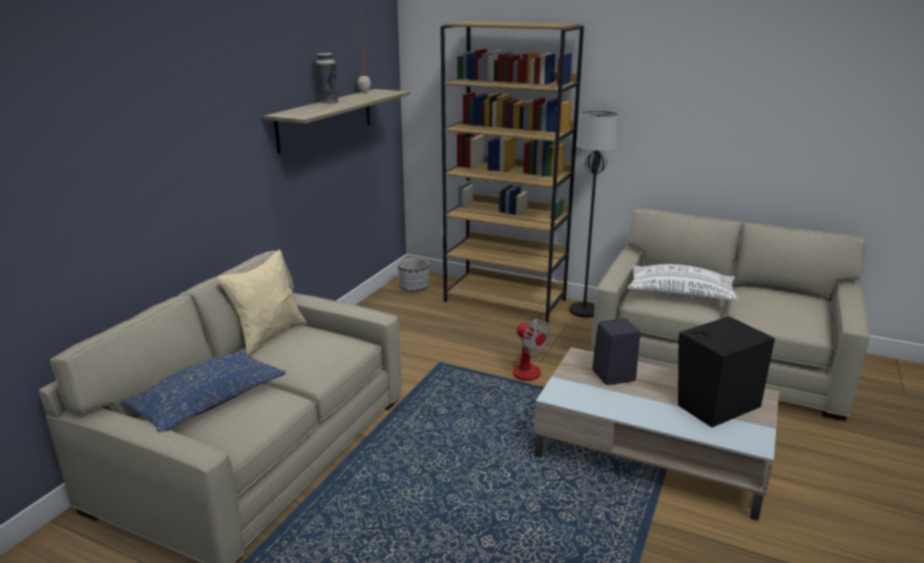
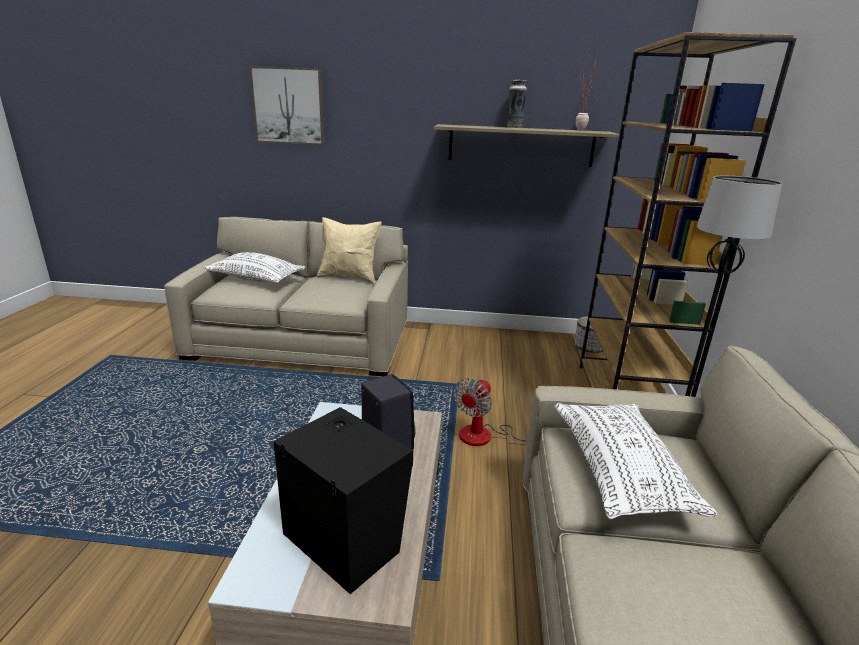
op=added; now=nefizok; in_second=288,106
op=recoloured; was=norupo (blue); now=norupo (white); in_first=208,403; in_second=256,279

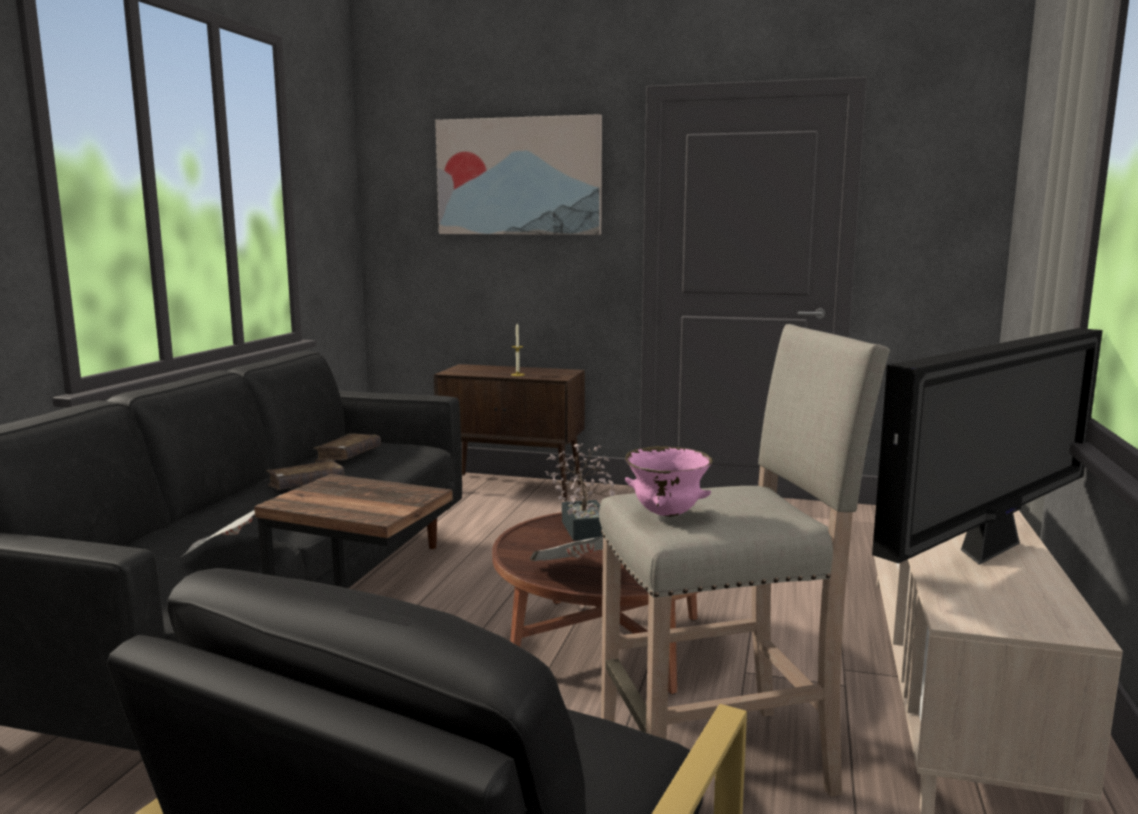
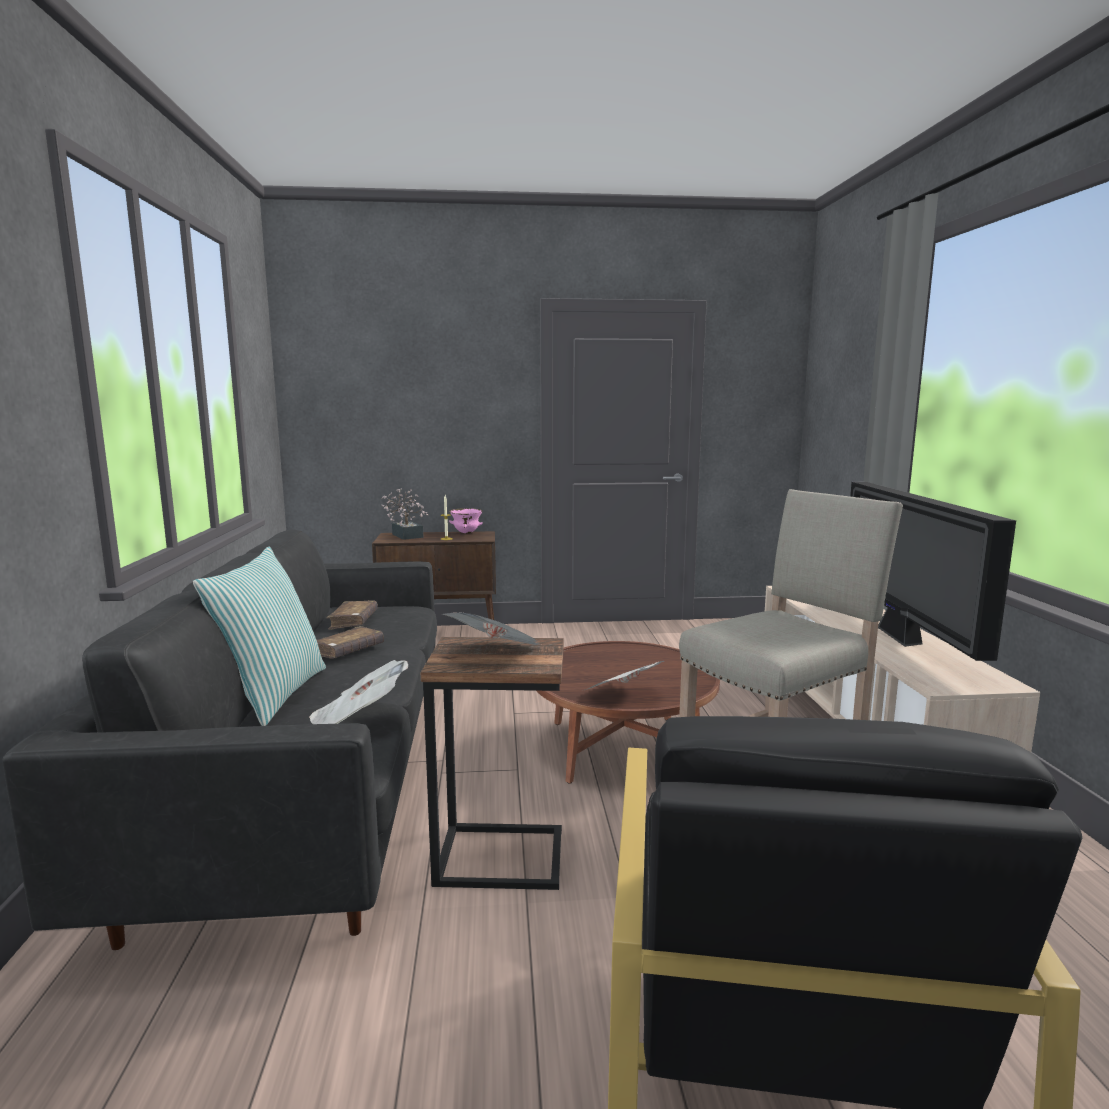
op=removed; was=nefizok; in_first=519,176
op=added; now=norupo; in_second=272,695
op=added; now=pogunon; in_second=497,656
op=moved; was=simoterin; in_first=584,526; in_second=406,535
op=moved; was=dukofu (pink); in_first=666,514; in_second=466,533
op=turned; was=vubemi; in_first=990,548; in_second=900,638; clockwise=150

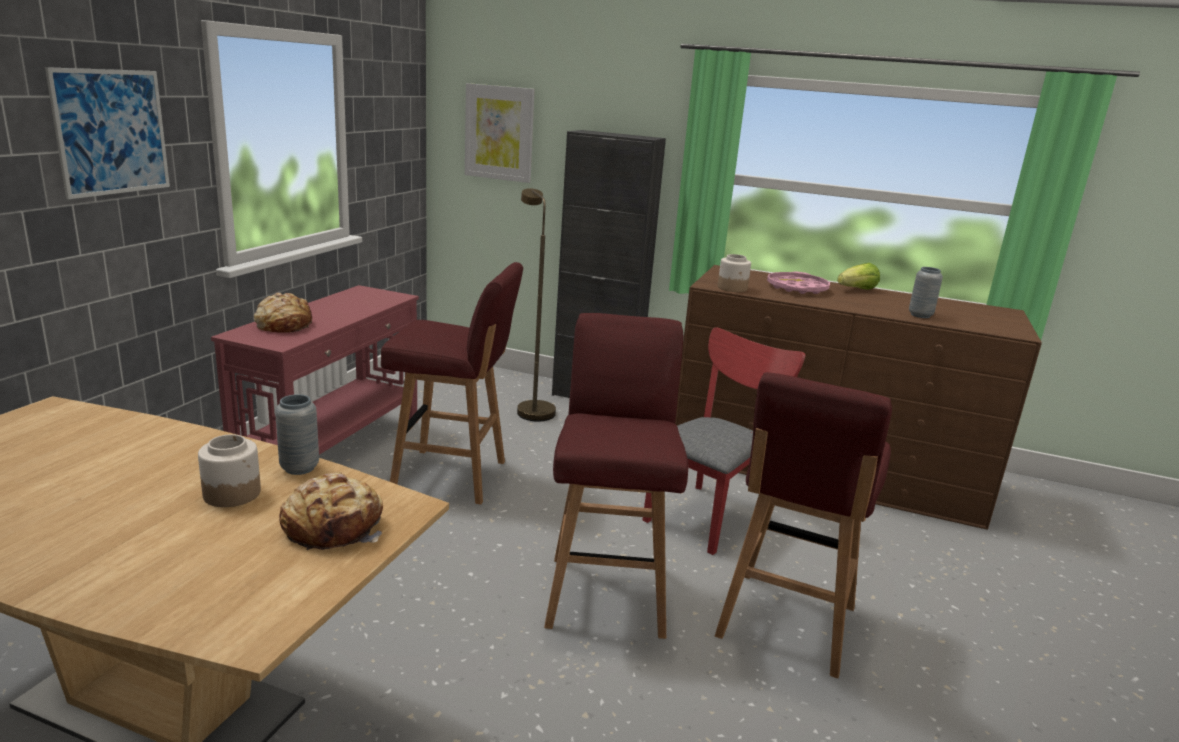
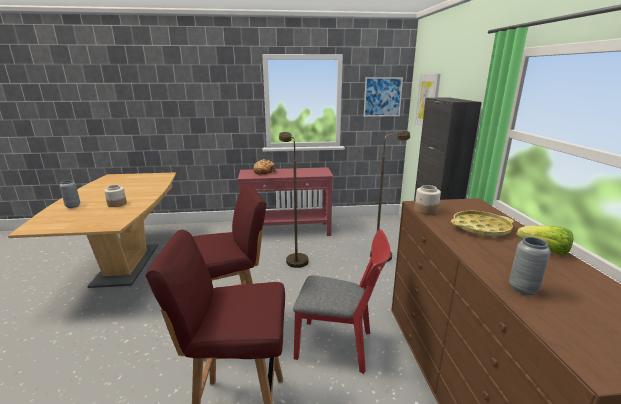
op=removed; was=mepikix; in_first=334,526
op=moved; was=nefizok; in_first=111,132; in_second=382,97
op=moved; was=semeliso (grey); in_first=299,468; in_second=73,206
op=replaced; was=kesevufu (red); now=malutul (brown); in_first=452,476; in_second=294,258
op=recoloured; was=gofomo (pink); now=gofomo (yellow); in_first=797,288; in_second=480,228

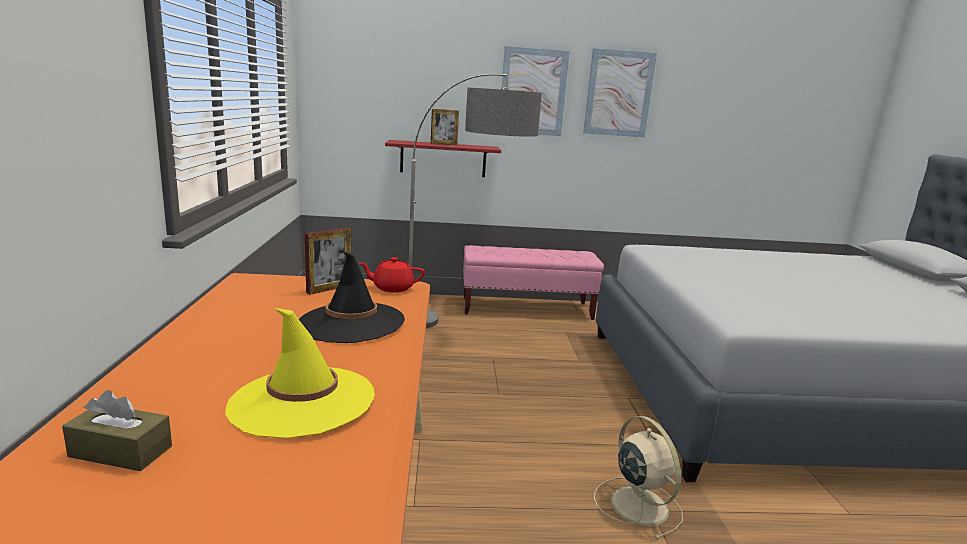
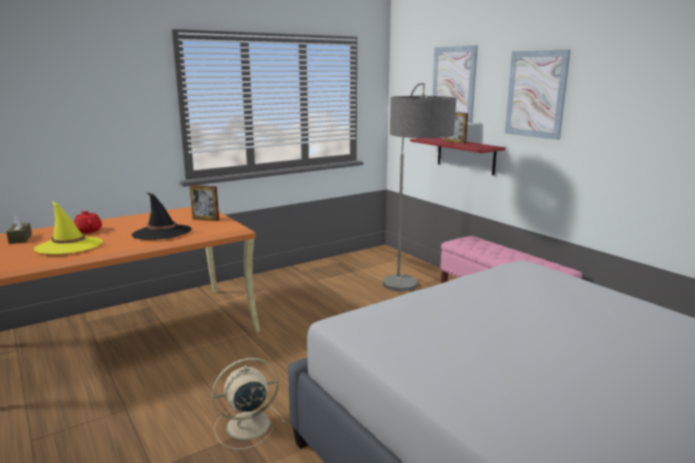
op=moved; was=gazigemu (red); in_first=392,288; in_second=88,230
op=moved; was=nefizok; in_first=618,93; in_second=453,84
op=turned; was=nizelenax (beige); in_first=637,504; in_second=246,426; clockwise=-150

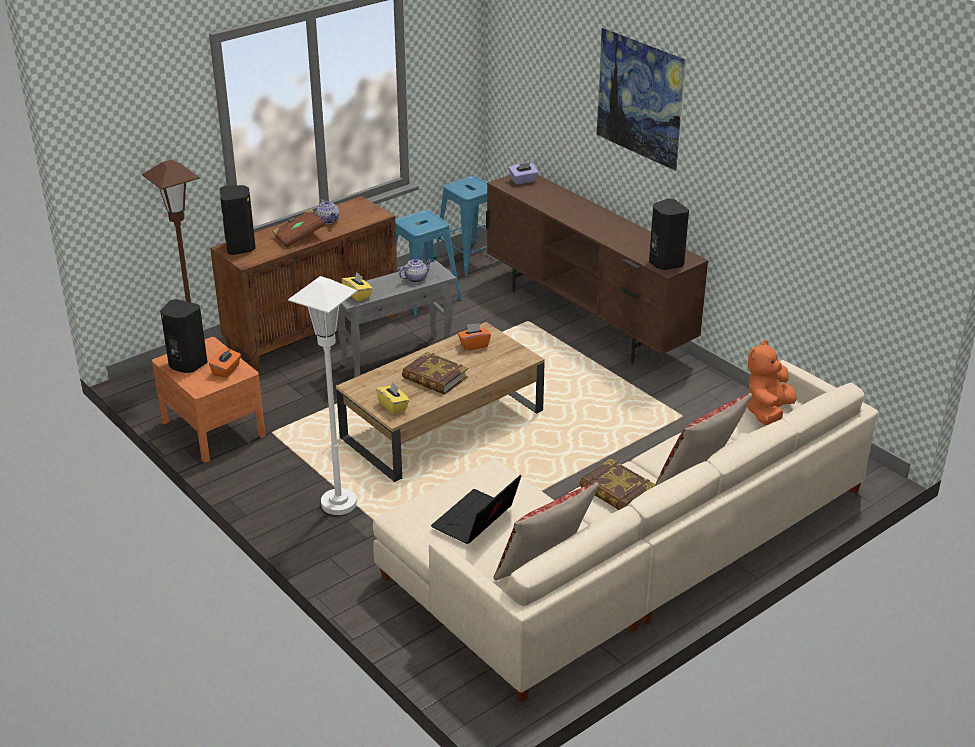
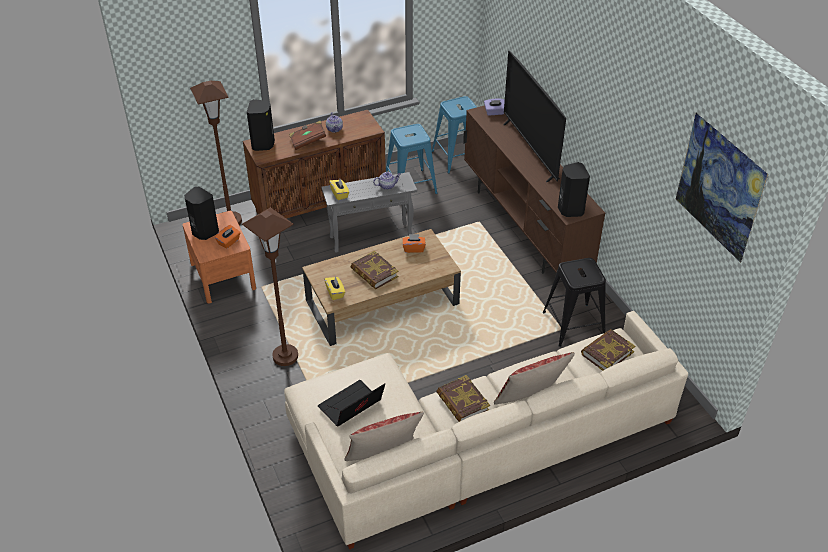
op=added; now=vubemi; in_second=530,151
op=added; now=kesevufu (black); in_second=573,325
op=moved; was=nefizok; in_first=637,126; in_second=712,209
op=replaced; was=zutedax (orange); now=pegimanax; in_first=767,412; in_second=607,353
op=recoloured; was=malutul (white); now=malutul (brown); in_first=338,503; in_second=285,356

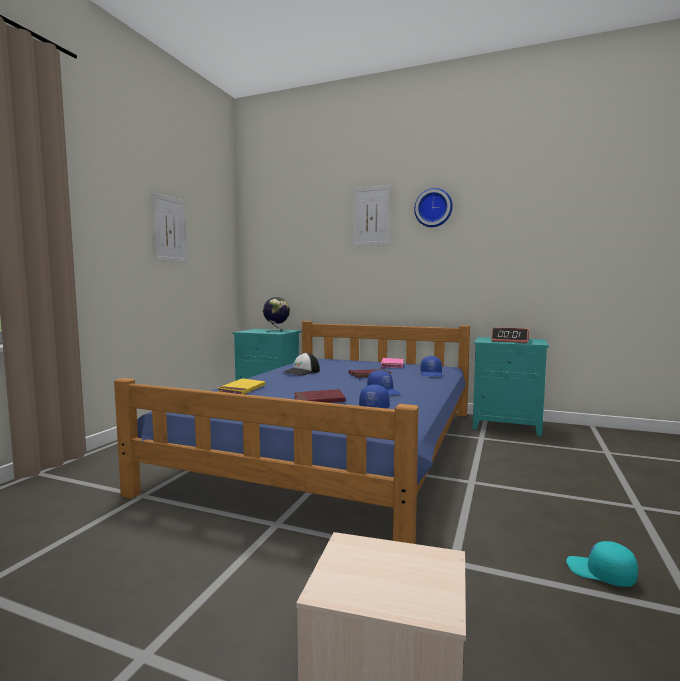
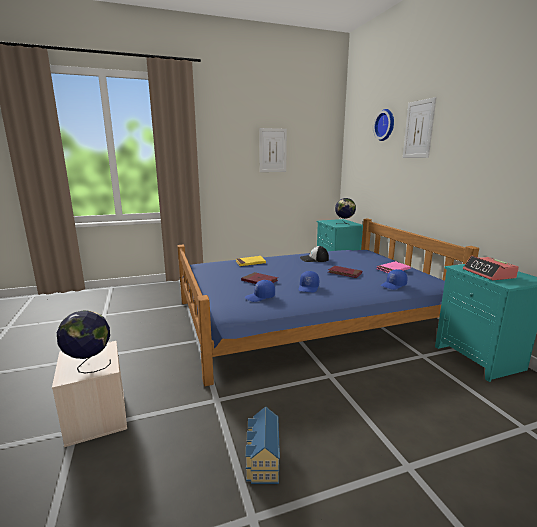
op=added; now=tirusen; in_second=89,366
op=moved; was=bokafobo; in_first=433,208; in_second=386,125
op=replaced; was=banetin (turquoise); now=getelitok; in_first=600,573; in_second=261,460

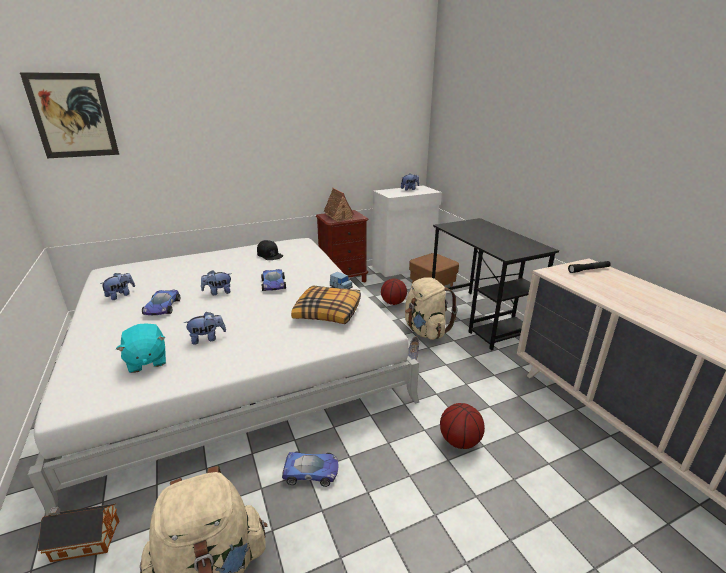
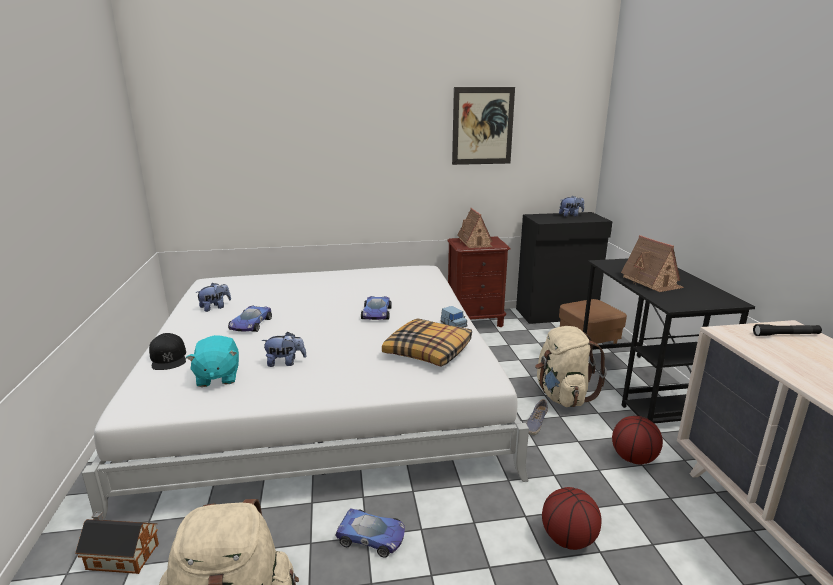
op=removed; was=zutedax; in_first=218,292
op=added; now=getelitok; in_second=651,282
op=moved; was=nefizok; in_first=73,116; in_second=482,126
op=moved; was=banetin (black); in_first=269,254; in_second=168,357
op=moved; was=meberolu; in_first=393,303; in_second=634,458
op=recoloured; was=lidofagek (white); now=lidofagek (black); in_first=404,267; in_second=557,314

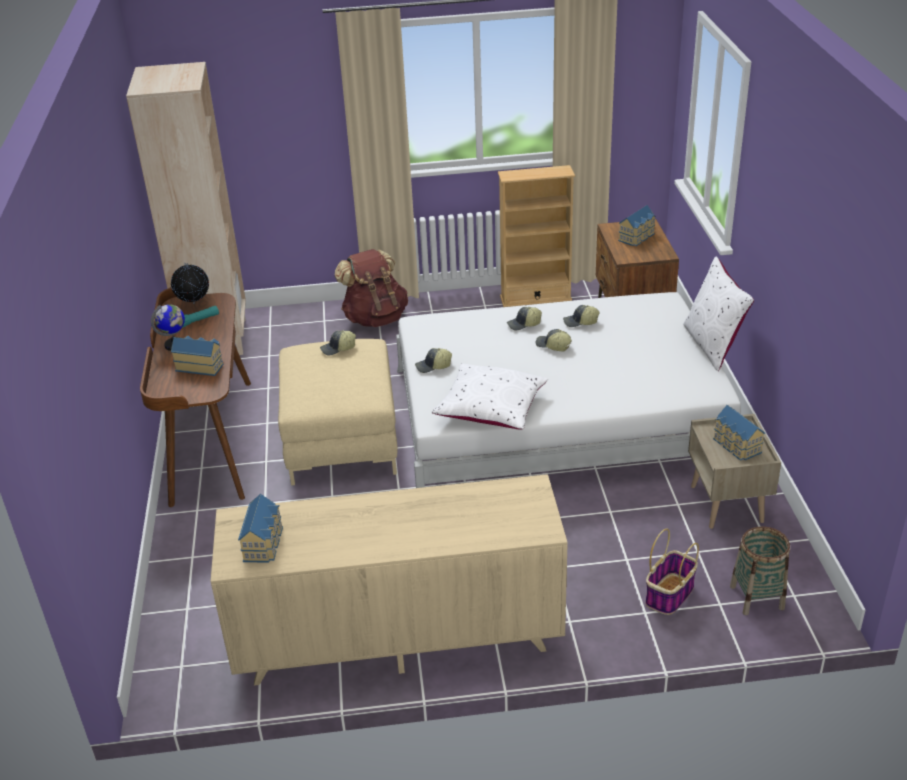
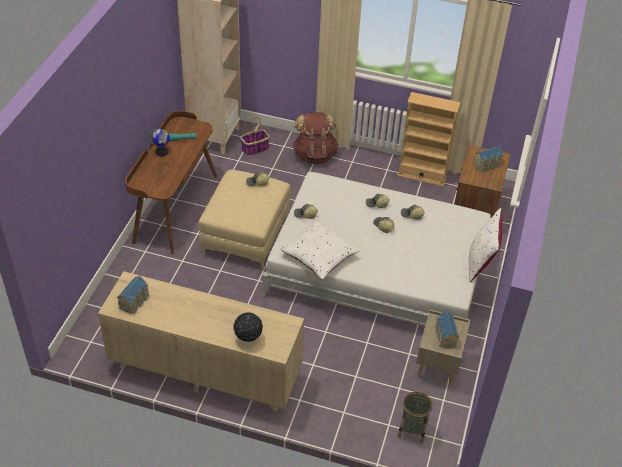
op=removed; was=getelitok; in_first=200,366
op=moved; was=tirusen; in_first=194,304; in_second=248,338
op=moved; was=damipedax; in_first=669,595; in_second=254,149

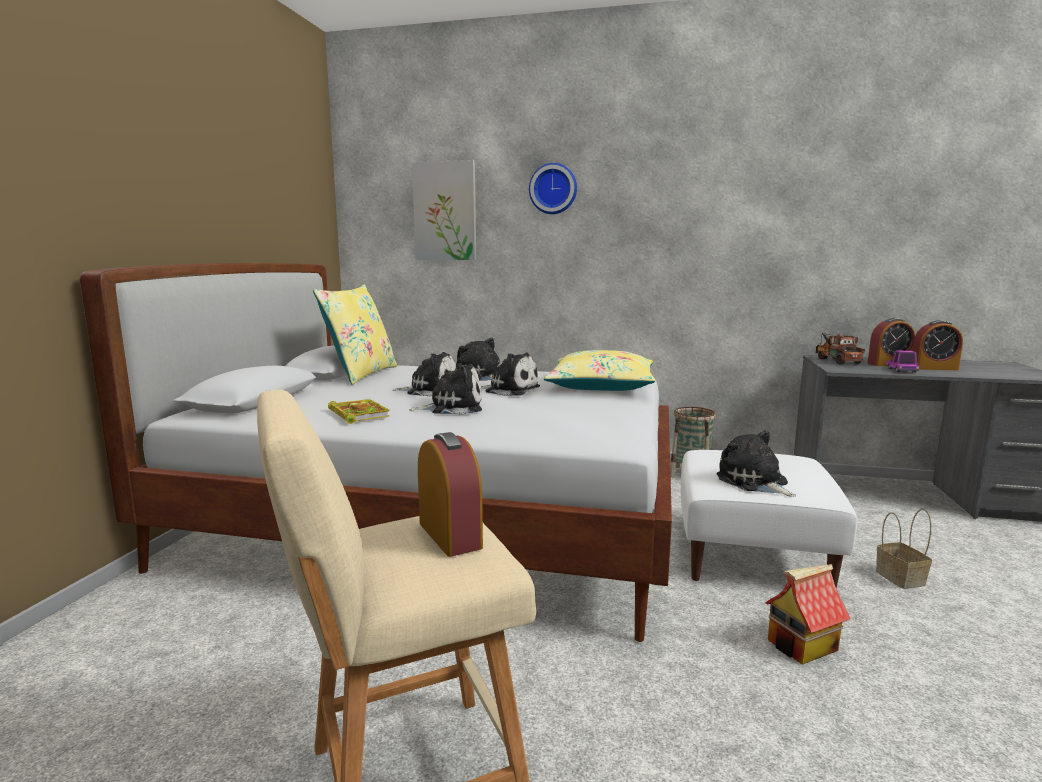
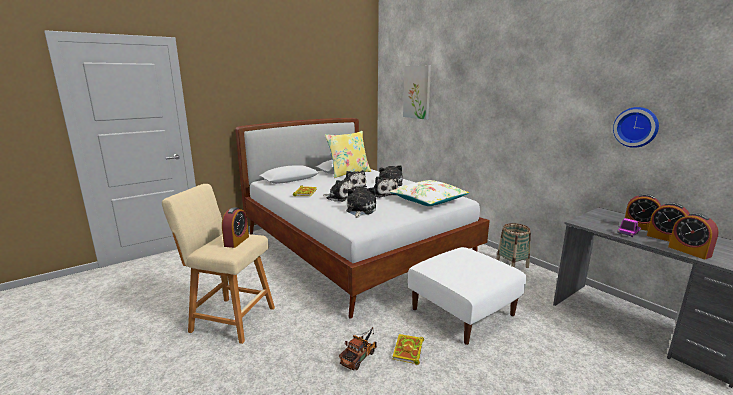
op=removed; was=damipedax; in_first=898,577
op=added; now=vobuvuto; in_second=689,251
op=moved; was=bokafobo; in_first=553,189; in_second=636,127
op=moved; was=zutedax; in_first=754,482; in_second=360,210
op=moved; was=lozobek; in_first=835,360; in_second=360,356
op=replaced; was=getelitok; now=pegimanax; in_first=802,646; in_second=408,351
op=recoloured; was=norupo (yellow); now=norupo (white); in_first=601,386; in_second=428,200

